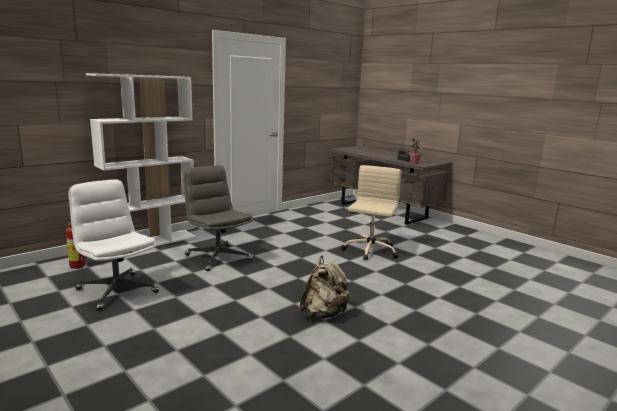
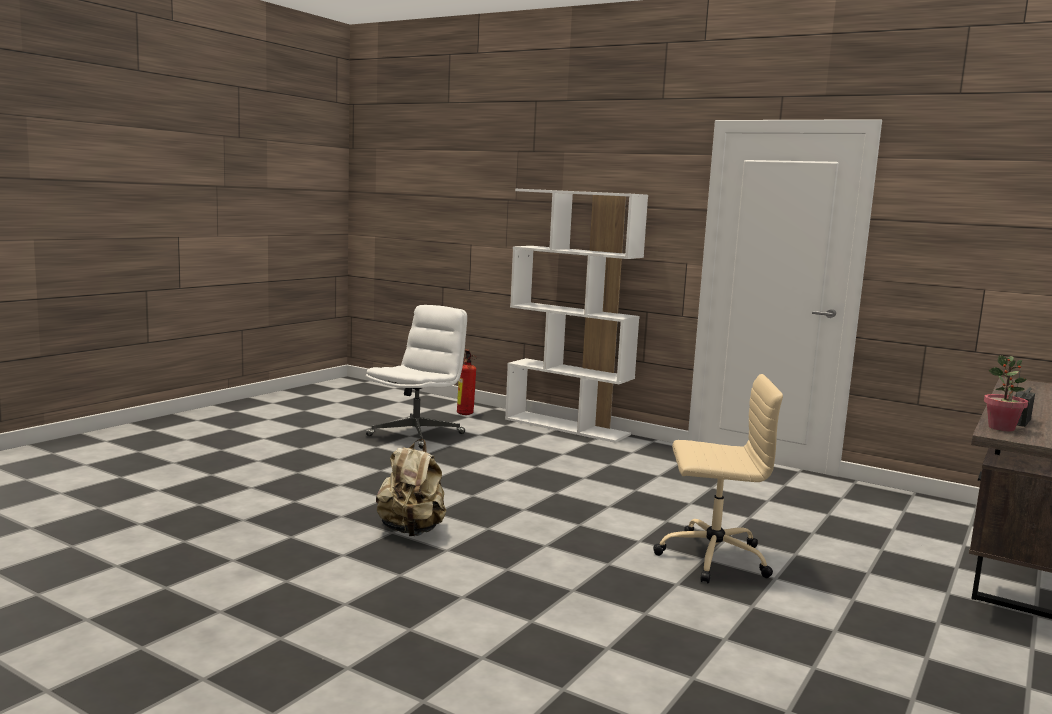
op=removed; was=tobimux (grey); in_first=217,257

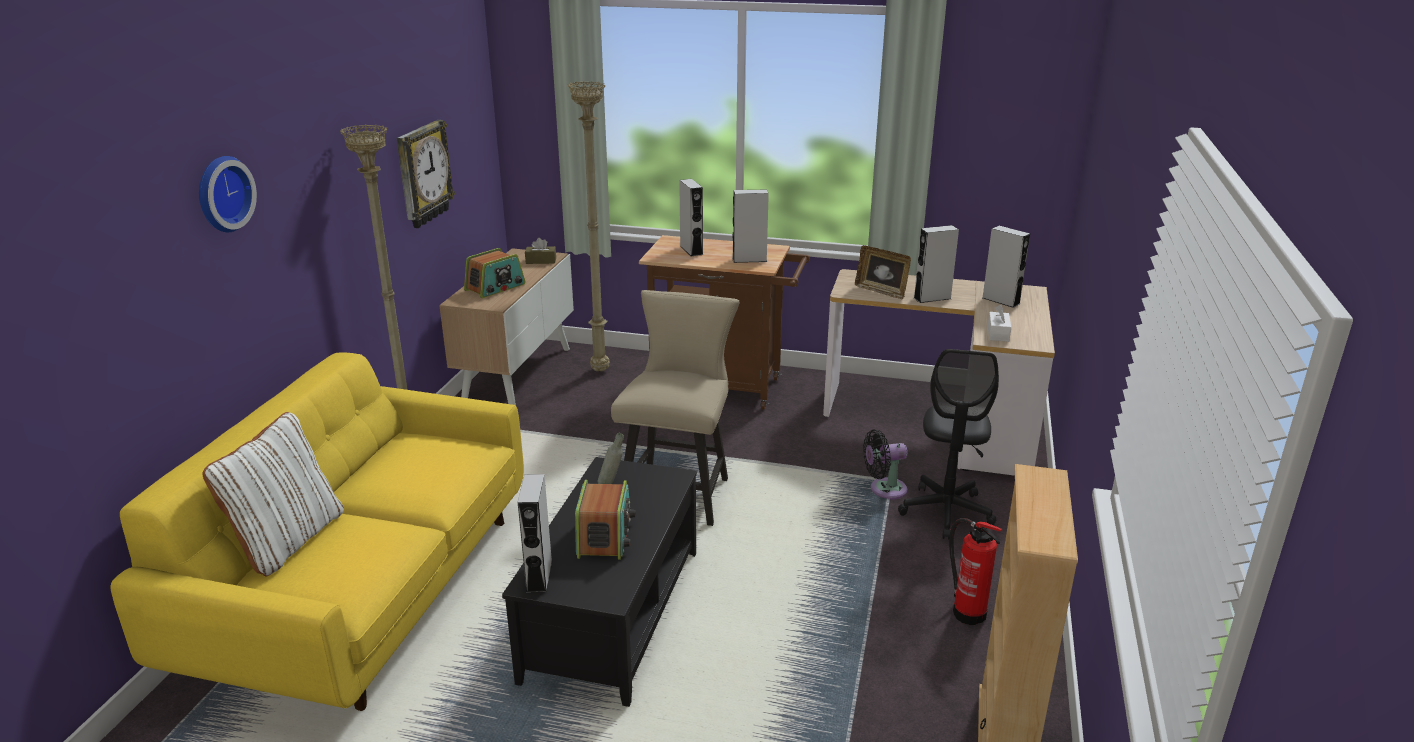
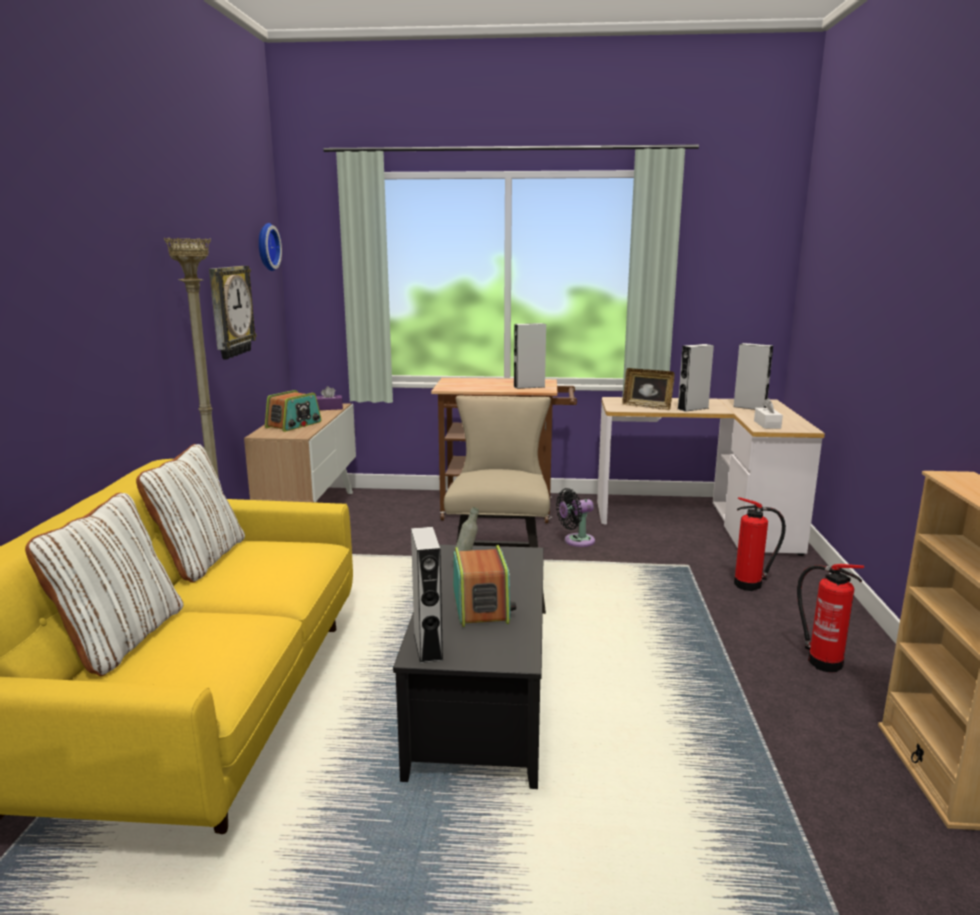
op=removed; was=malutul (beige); in_first=601,370
op=removed; was=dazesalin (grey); in_first=691,250
op=added; now=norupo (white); in_second=200,559
op=moved; was=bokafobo; in_first=221,193; in_second=266,247
op=moved; was=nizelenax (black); in_first=884,489; in_second=576,541
op=replaced; was=tobimux (black); now=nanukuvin; in_first=946,512; in_second=750,585
op=recoloured; was=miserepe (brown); now=miserepe (purple); in_first=541,261; in_second=329,408

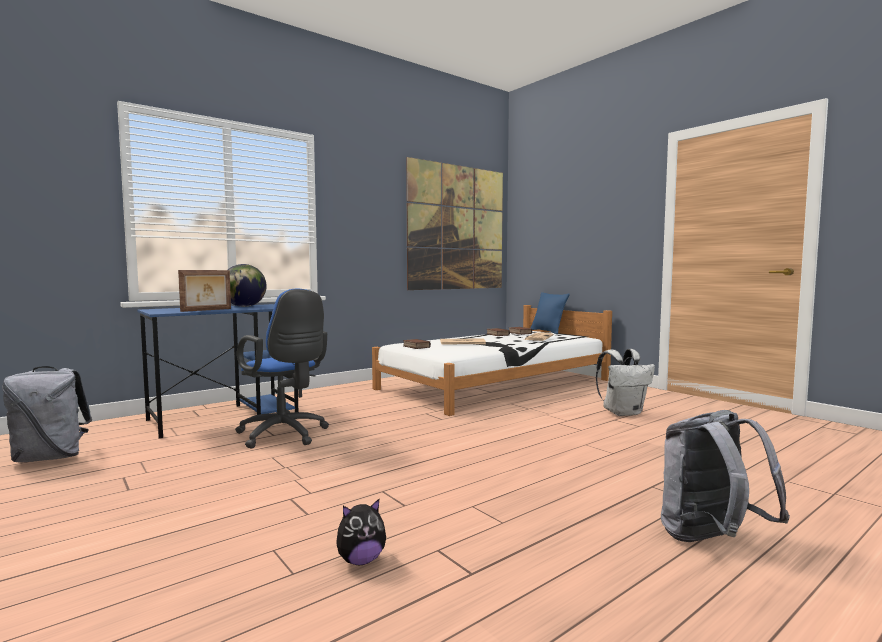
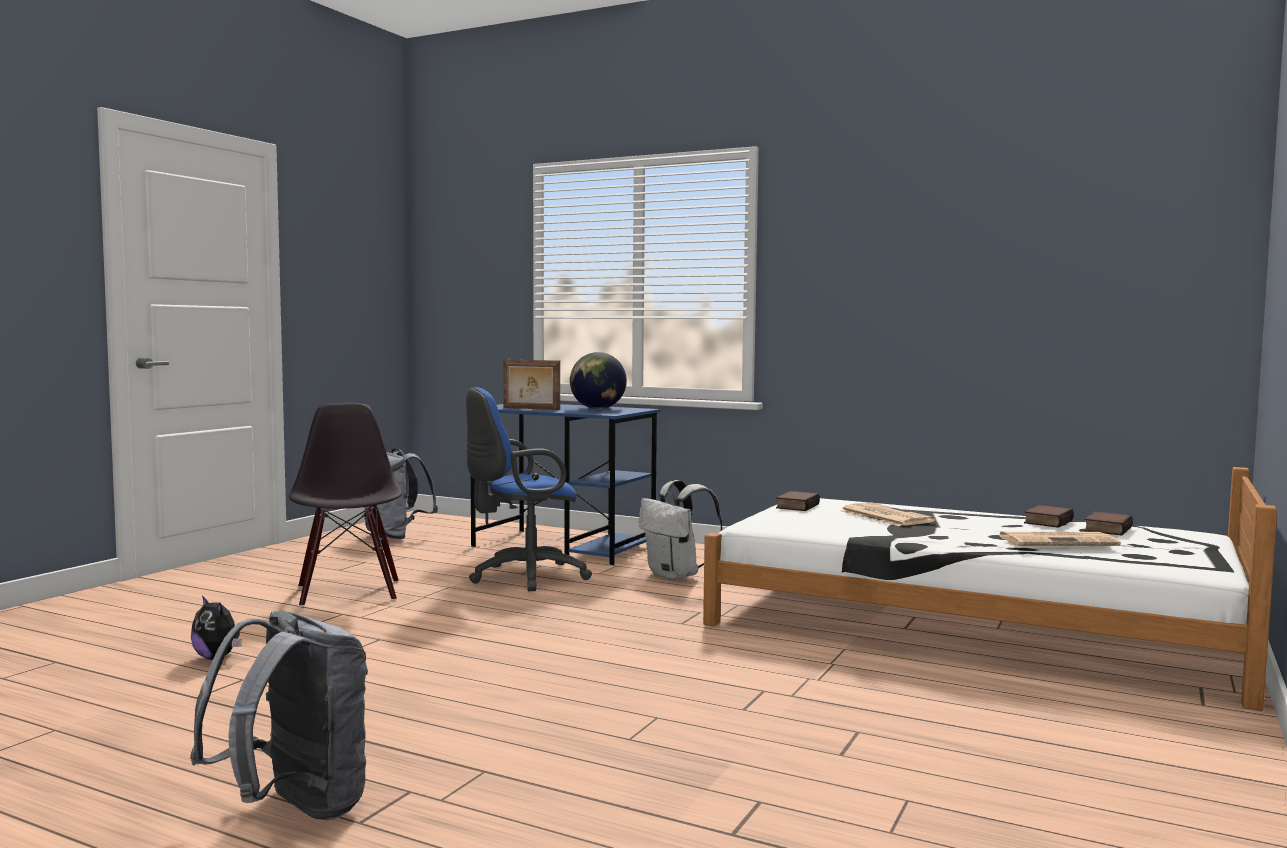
op=removed; was=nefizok; in_first=457,228
op=removed; was=norupo (blue); in_first=548,331
op=added; now=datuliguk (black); in_second=348,593
op=moved; was=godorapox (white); in_first=623,413; in_second=676,576
op=turned; was=tobimux (blue); in_first=285,435; in_second=523,577; clockwise=45

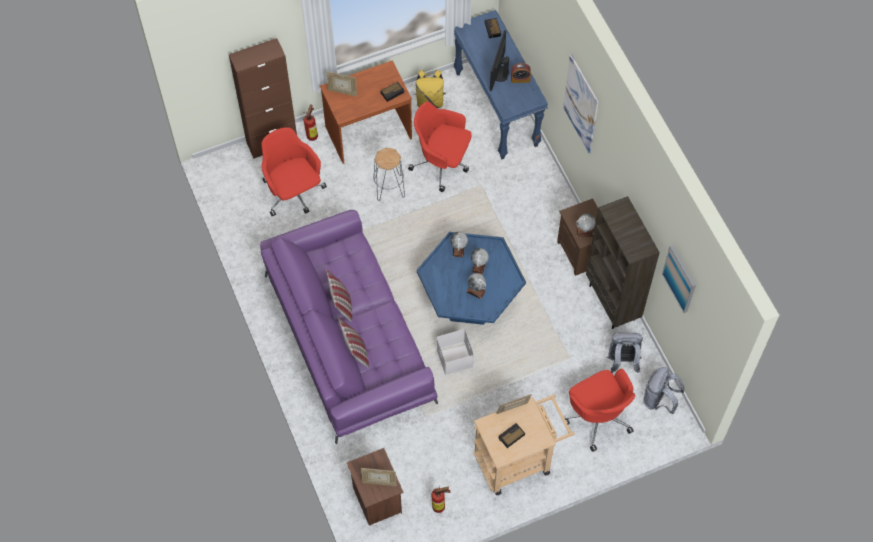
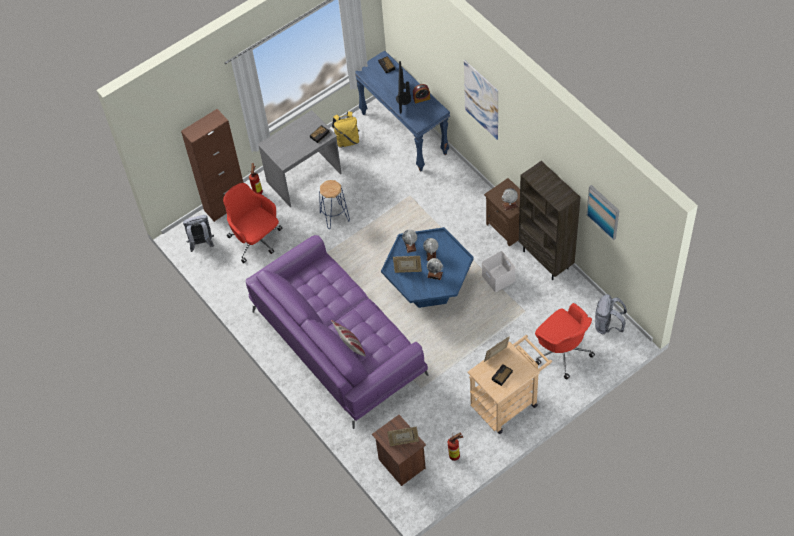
op=removed; was=norupo; in_first=341,304
op=removed; was=tobimux (red); in_first=442,163
op=moved; was=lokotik; in_first=342,92; in_second=407,271
op=moved; was=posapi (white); in_first=455,358; in_second=499,278
op=moved; was=godorapox (grey); in_first=622,361; in_second=201,243
op=recoloured; was=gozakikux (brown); now=gozakikux (grey); in_first=368,133; in_second=304,178
op=recoloured; was=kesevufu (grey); now=kesevufu (blue); in_first=389,188; in_second=334,216

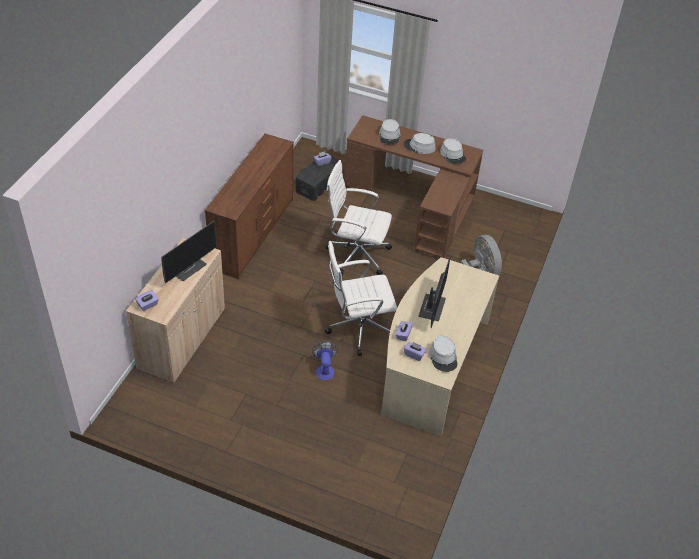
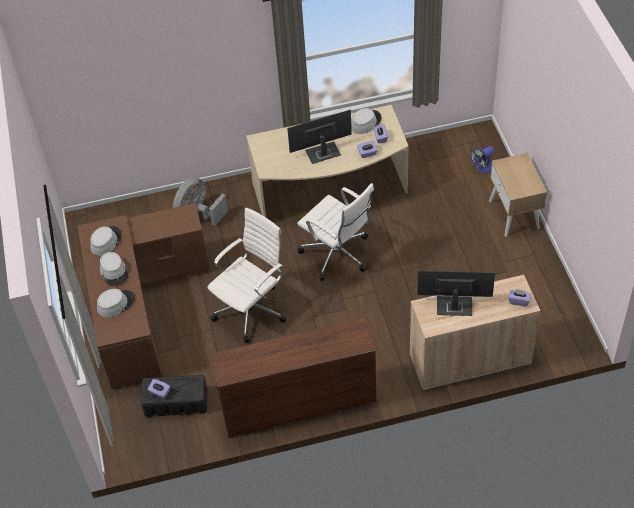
op=added; now=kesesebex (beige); in_second=514,214
op=moved; was=nizelenax; in_first=324,369; in_second=482,168
op=turned; was=tobimux (white); in_first=356,254; in_second=252,309; clockwise=-120

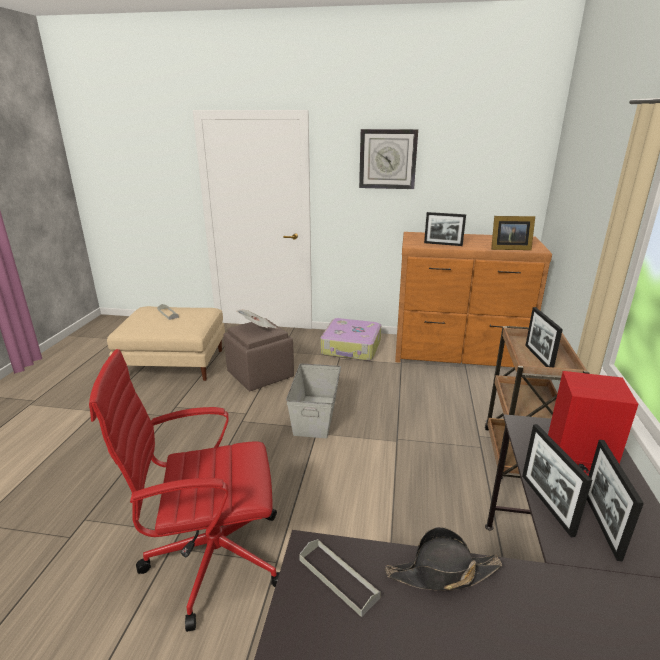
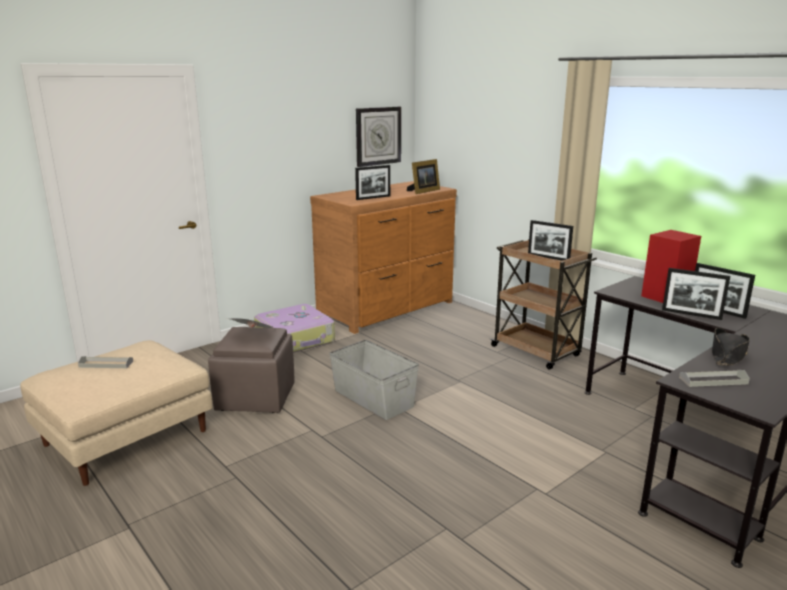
op=removed; was=tobimux (red); in_first=211,558
op=moved; was=bokafobo; in_first=388,159; in_second=378,136

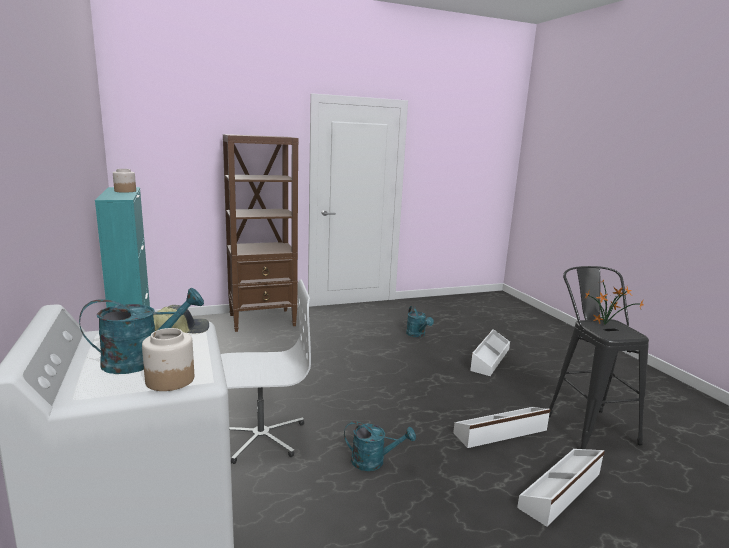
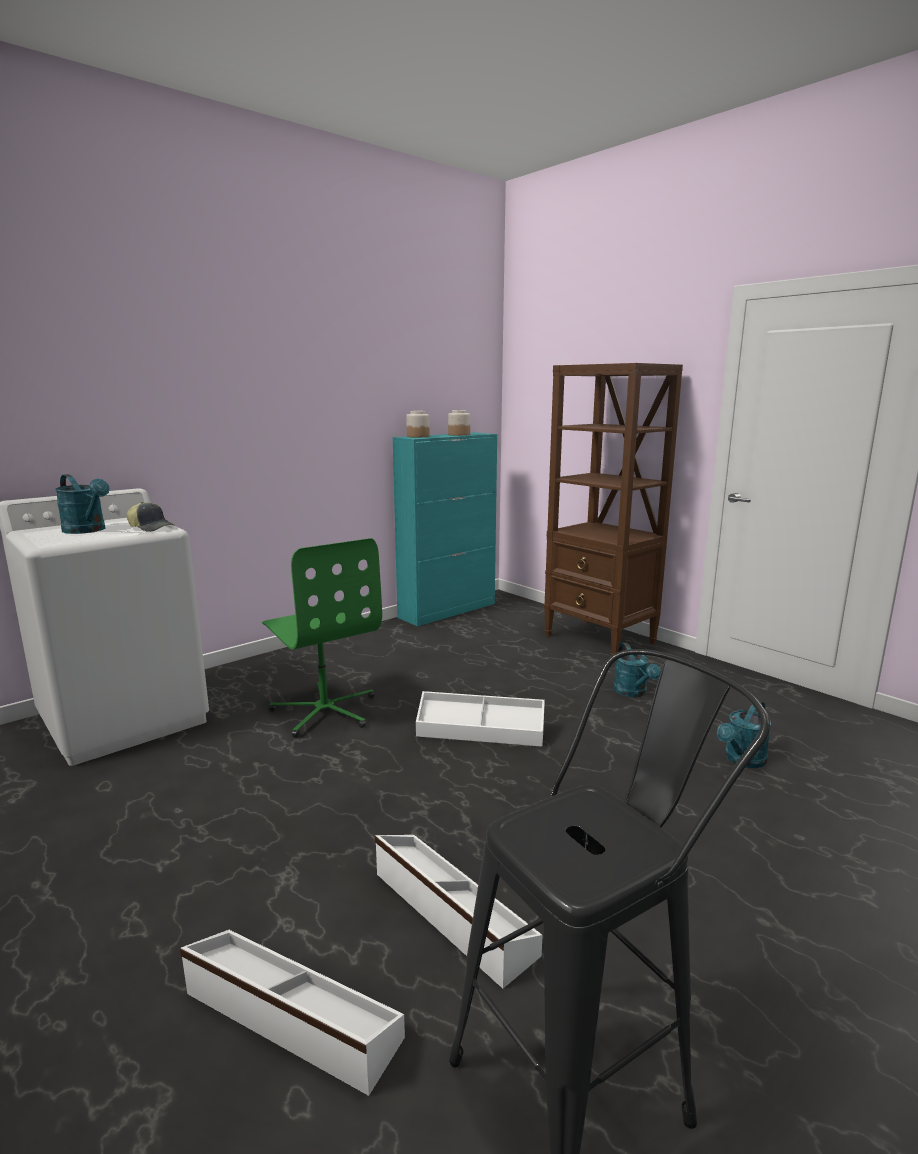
op=removed; was=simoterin; in_first=605,325
op=moved; was=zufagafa; in_first=169,380; in_second=418,436
op=moved; was=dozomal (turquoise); in_first=374,461; in_second=633,693
op=moved; was=posapi (white); in_first=489,359; in_second=480,731
op=recoloured; was=tobimux (white); now=tobimux (green); in_first=260,436; in_second=325,711

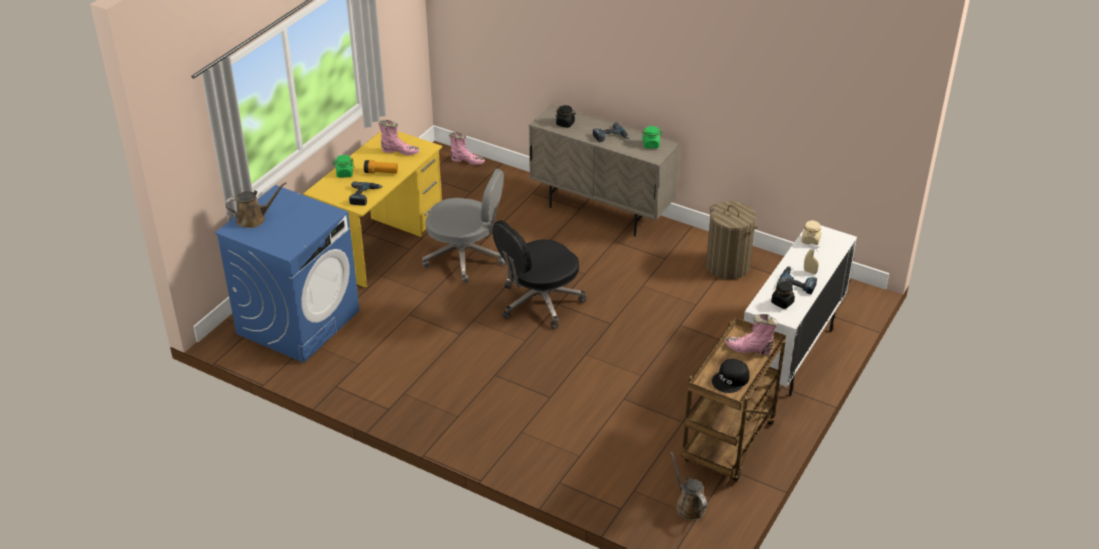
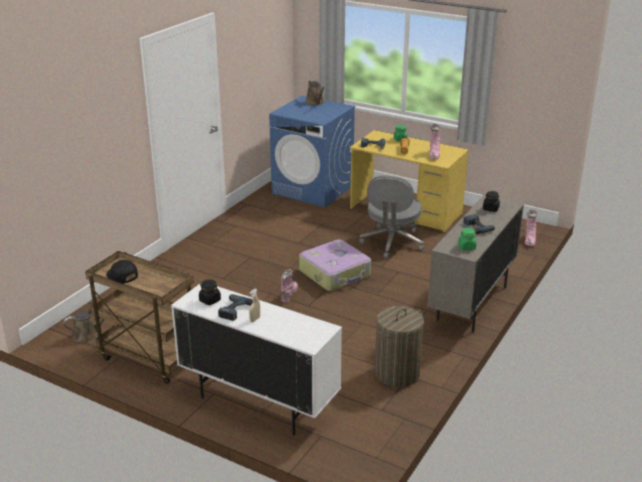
op=removed; was=zufagafa (beige); in_first=810,240
op=moved; was=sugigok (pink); in_first=749,349; in_second=288,294
op=replaced; was=tobimux (black); now=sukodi; in_first=539,303; in_second=335,273

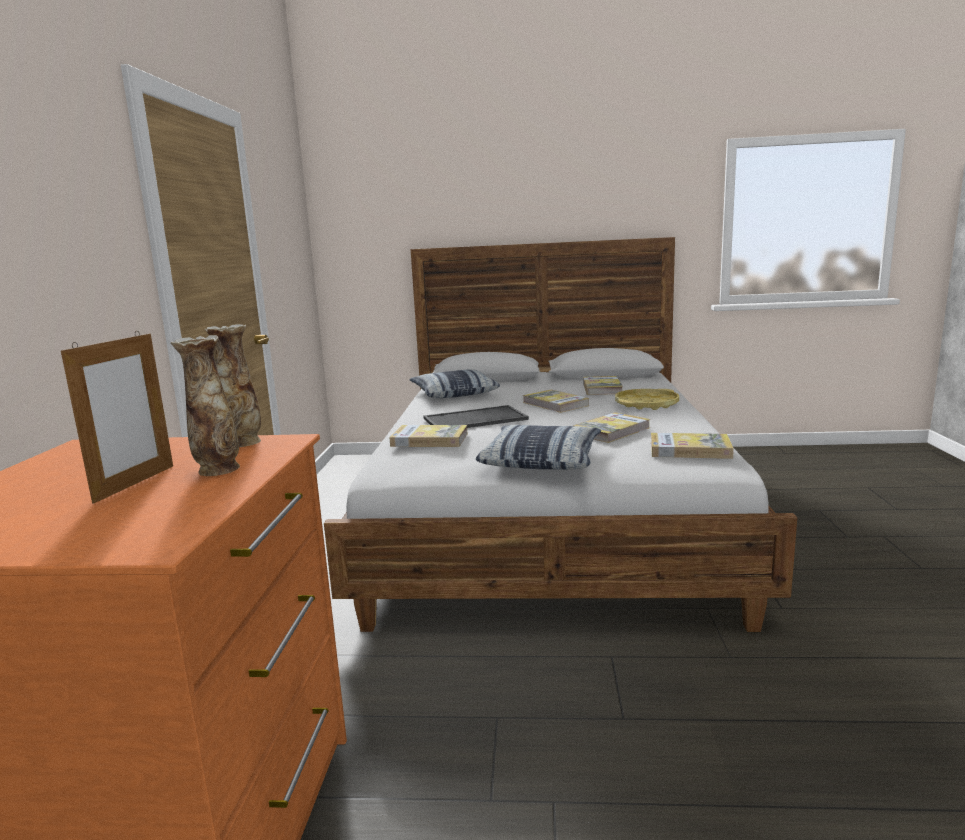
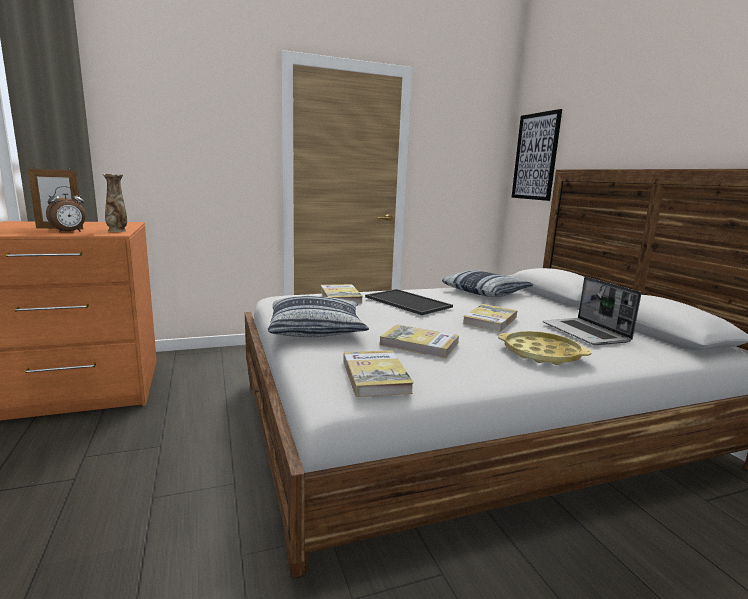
op=added; now=nefizok; in_second=535,156
op=replaced; was=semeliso; now=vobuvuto; in_first=217,470; in_second=69,232
op=replaced; was=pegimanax; now=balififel; in_first=602,388; in_second=586,333

